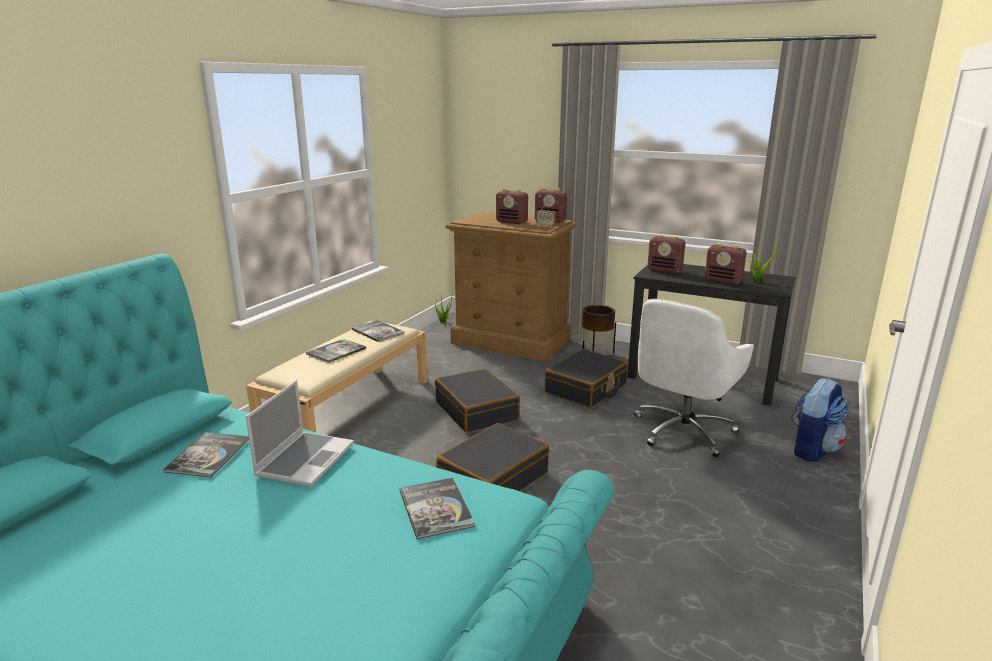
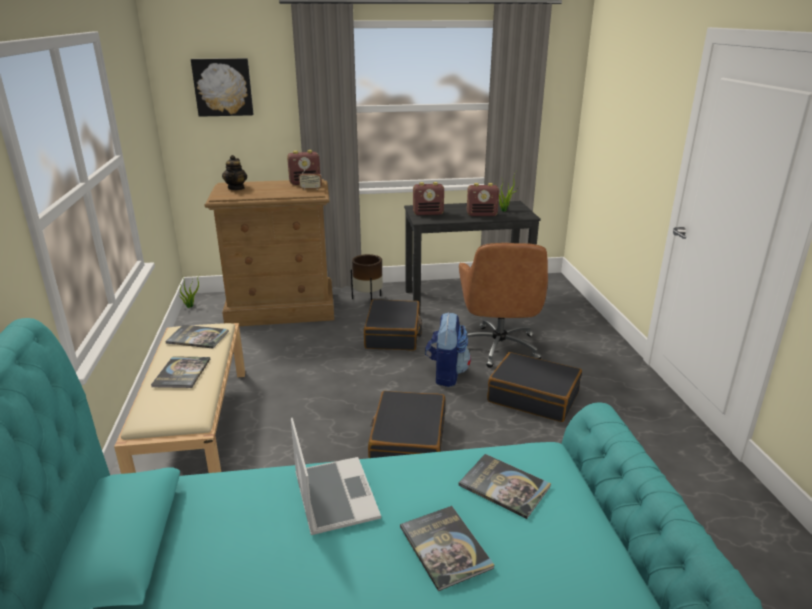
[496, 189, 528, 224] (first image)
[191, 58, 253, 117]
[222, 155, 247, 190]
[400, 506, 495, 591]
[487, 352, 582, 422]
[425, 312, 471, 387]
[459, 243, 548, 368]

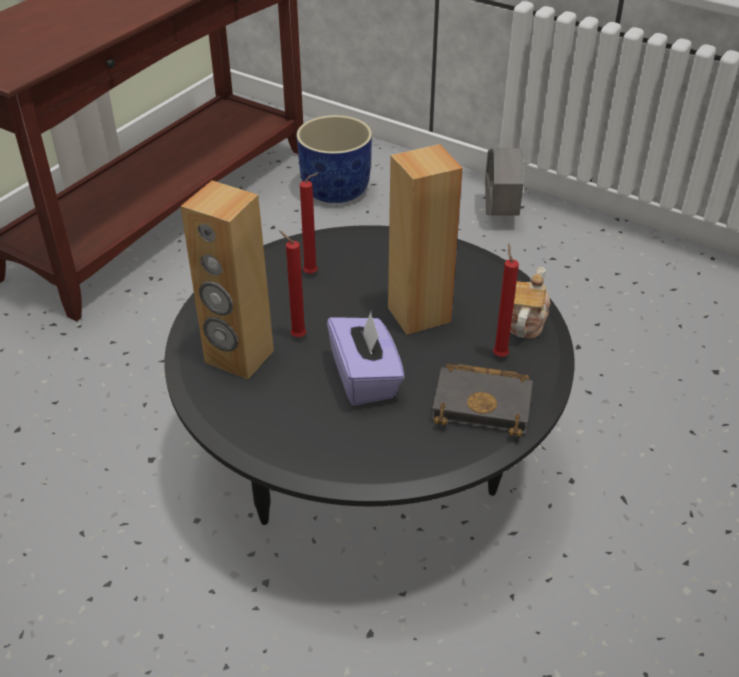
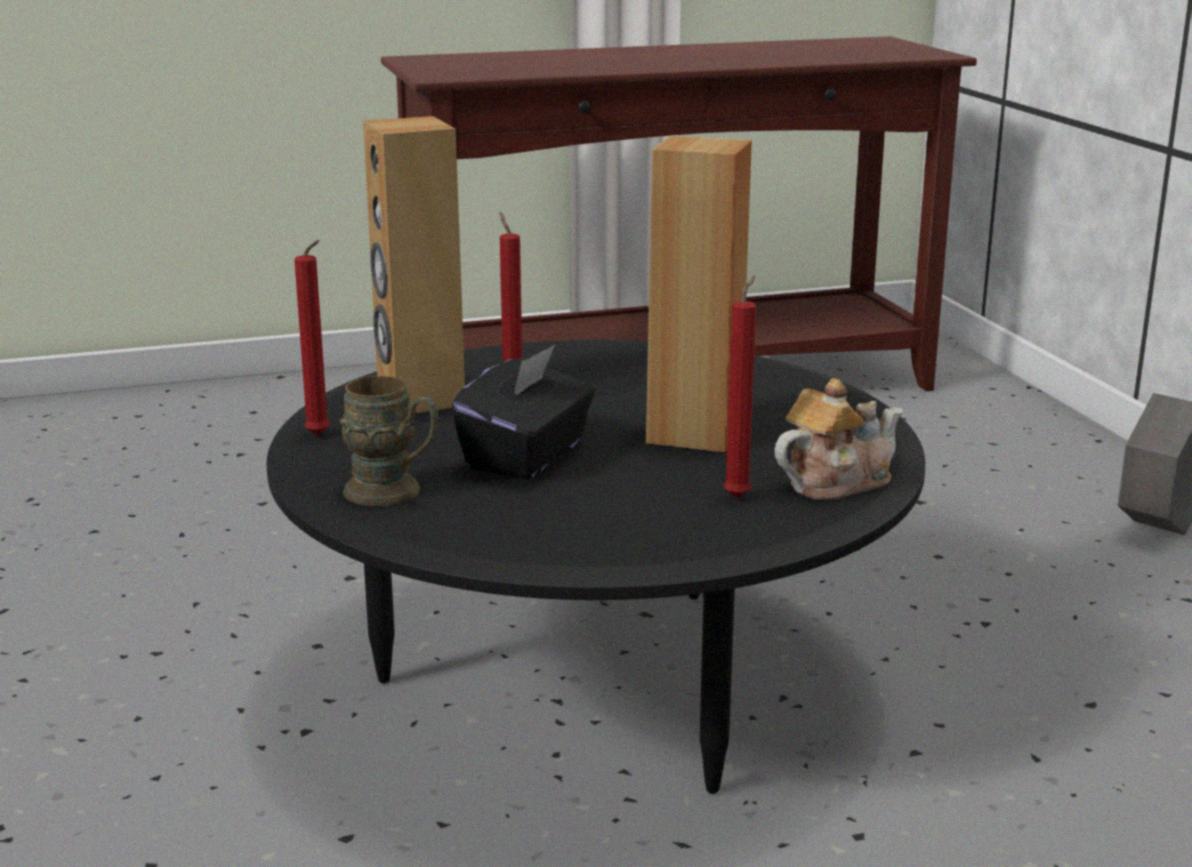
[296, 115, 372, 203] (first image)
[431, 364, 533, 437] (first image)
[340, 376, 438, 506]
[294, 240, 330, 435]
[452, 345, 595, 480]

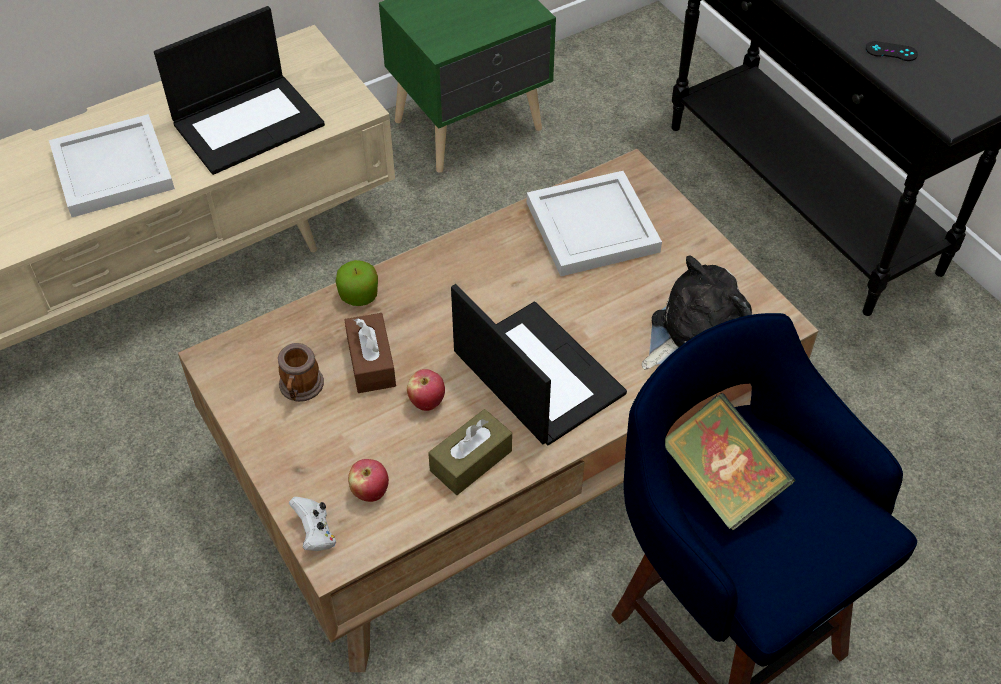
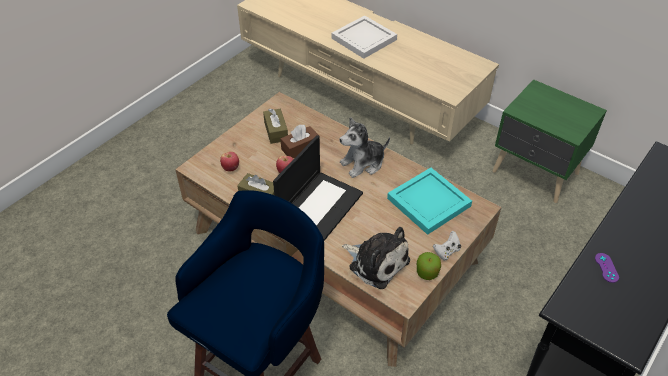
[154, 6, 325, 175] (first image)
[665, 393, 796, 531] (first image)
[339, 117, 390, 178]
[433, 231, 461, 261]
[417, 252, 441, 280]
[263, 109, 288, 144]
[387, 168, 472, 235]
[595, 253, 619, 283]

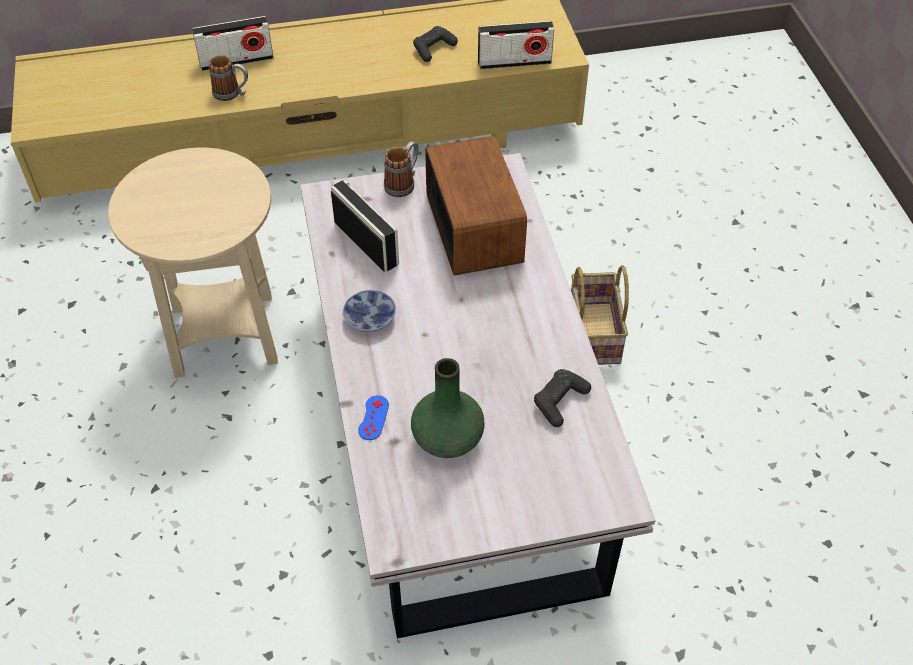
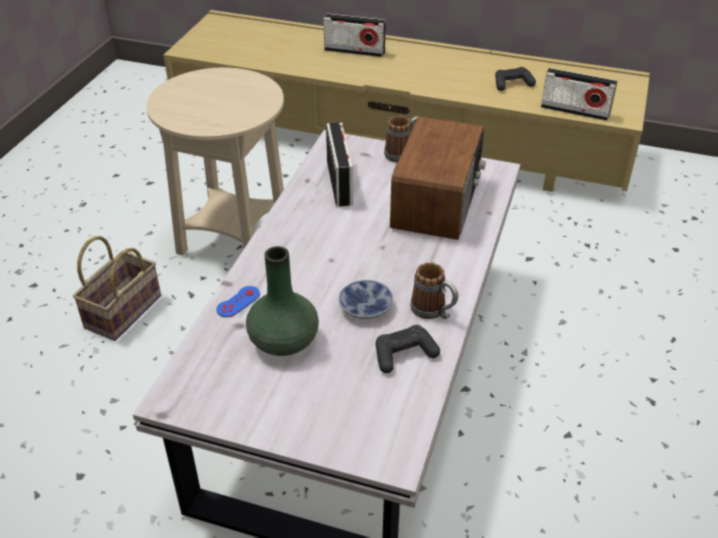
[410, 262, 458, 319]
[338, 280, 393, 319]
[73, 236, 161, 341]

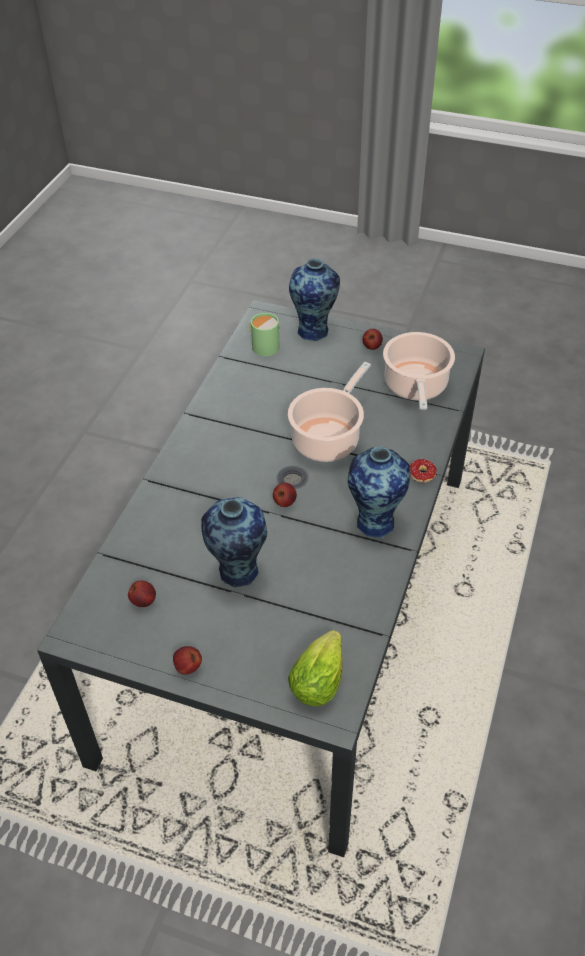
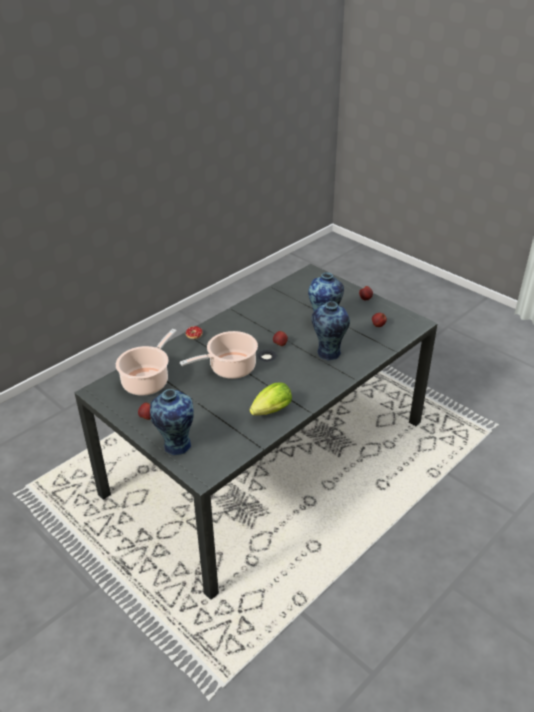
[250, 313, 280, 356] (first image)
[250, 383, 292, 415]
[311, 301, 350, 360]

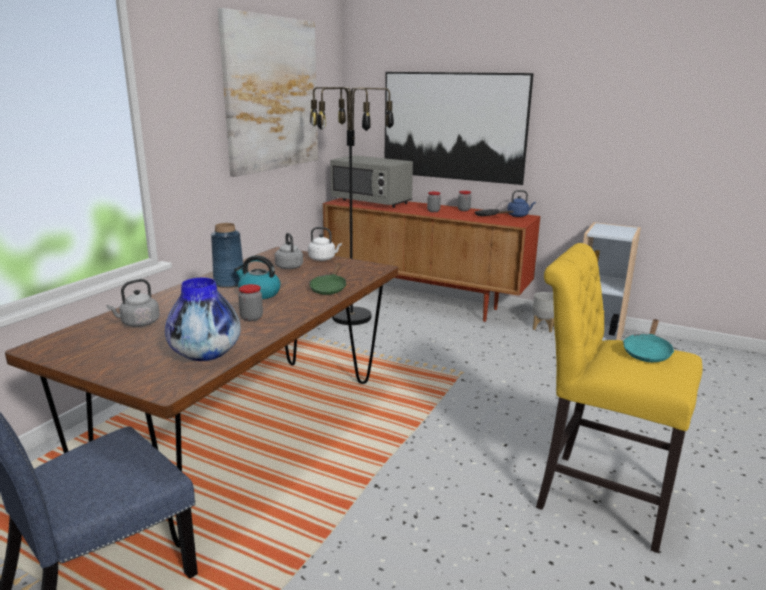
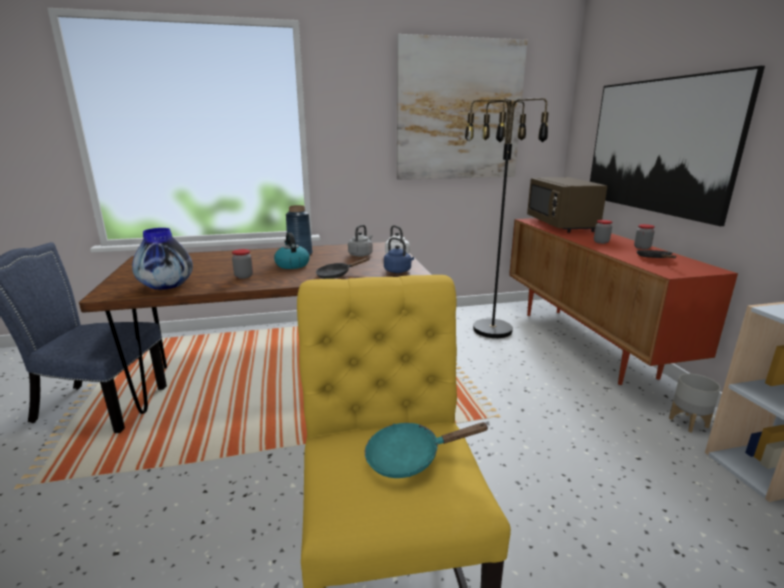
[107, 279, 160, 327] (first image)
[384, 237, 414, 273]
[316, 257, 370, 279]
[527, 177, 607, 233]

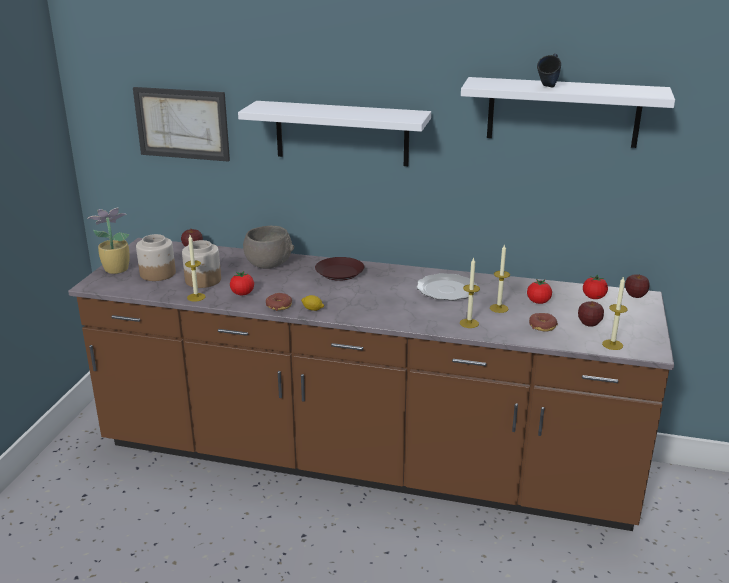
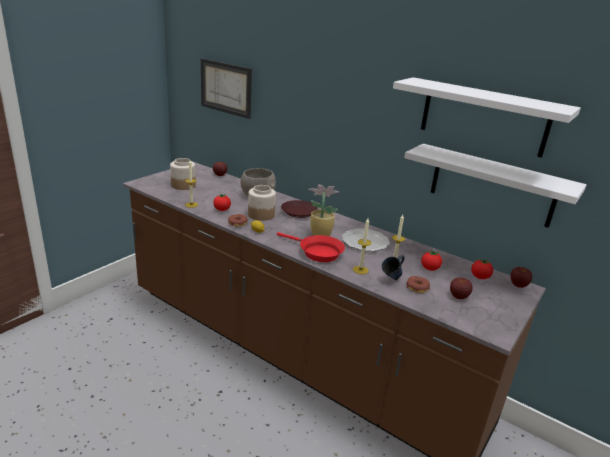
[602, 276, 627, 350] (first image)
[277, 232, 345, 262]
[308, 185, 340, 236]
[248, 185, 276, 221]
[404, 144, 587, 228]
[382, 255, 405, 280]

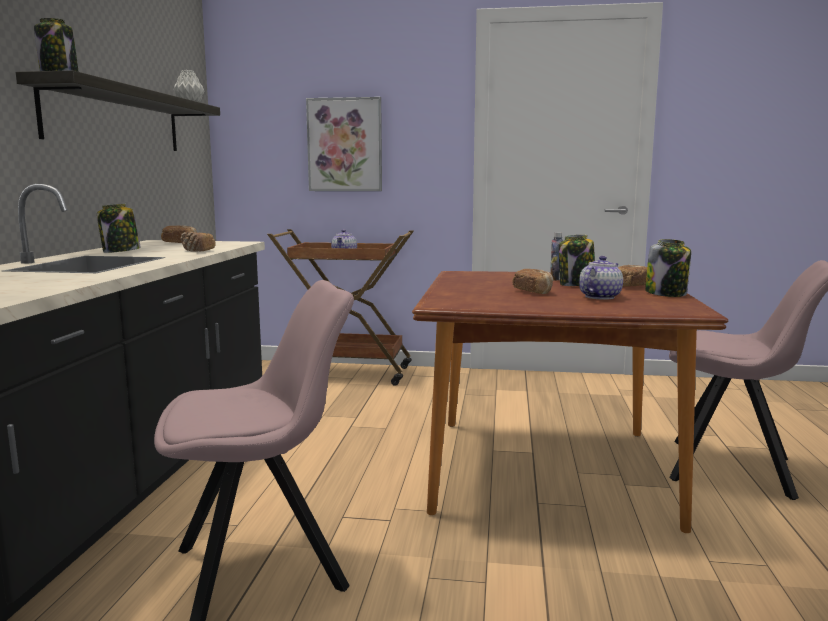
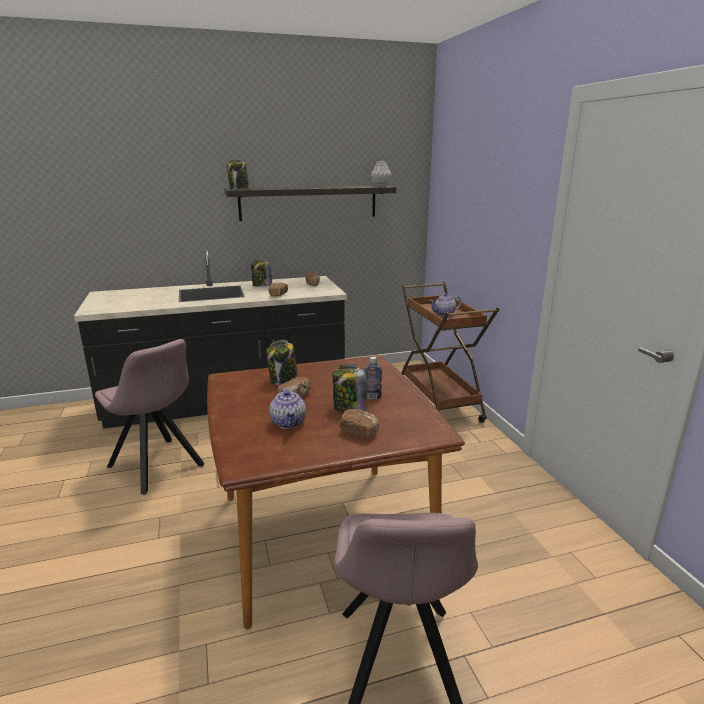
[306, 97, 382, 191] (first image)
[266, 340, 298, 385]
[269, 387, 306, 429]

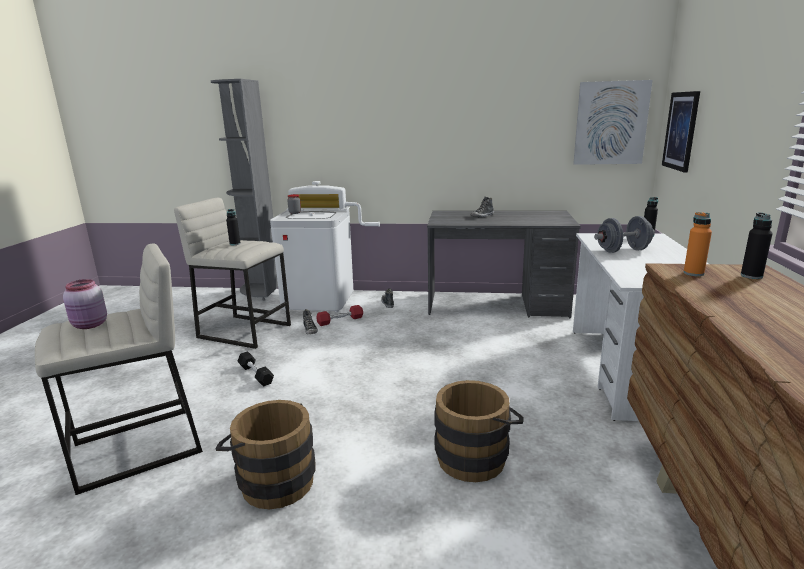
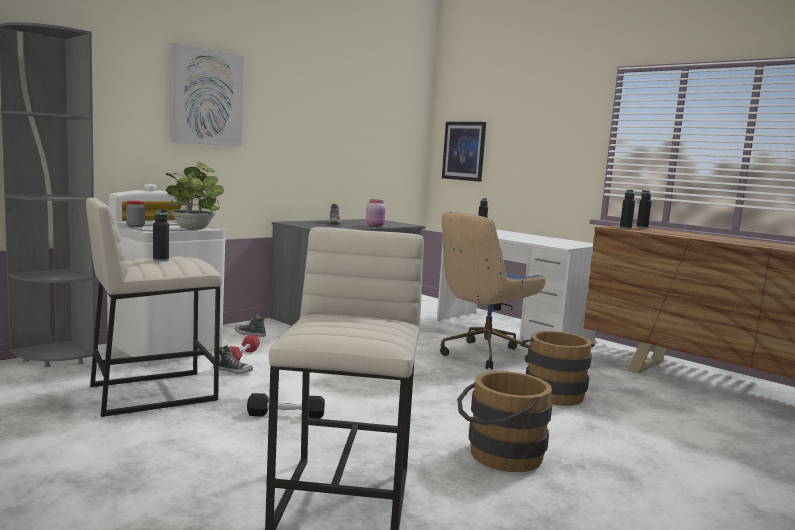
[594, 216, 655, 253] (first image)
[166, 161, 224, 230]
[440, 212, 546, 370]
[366, 199, 386, 227]
[170, 43, 244, 147]
[620, 190, 635, 229]

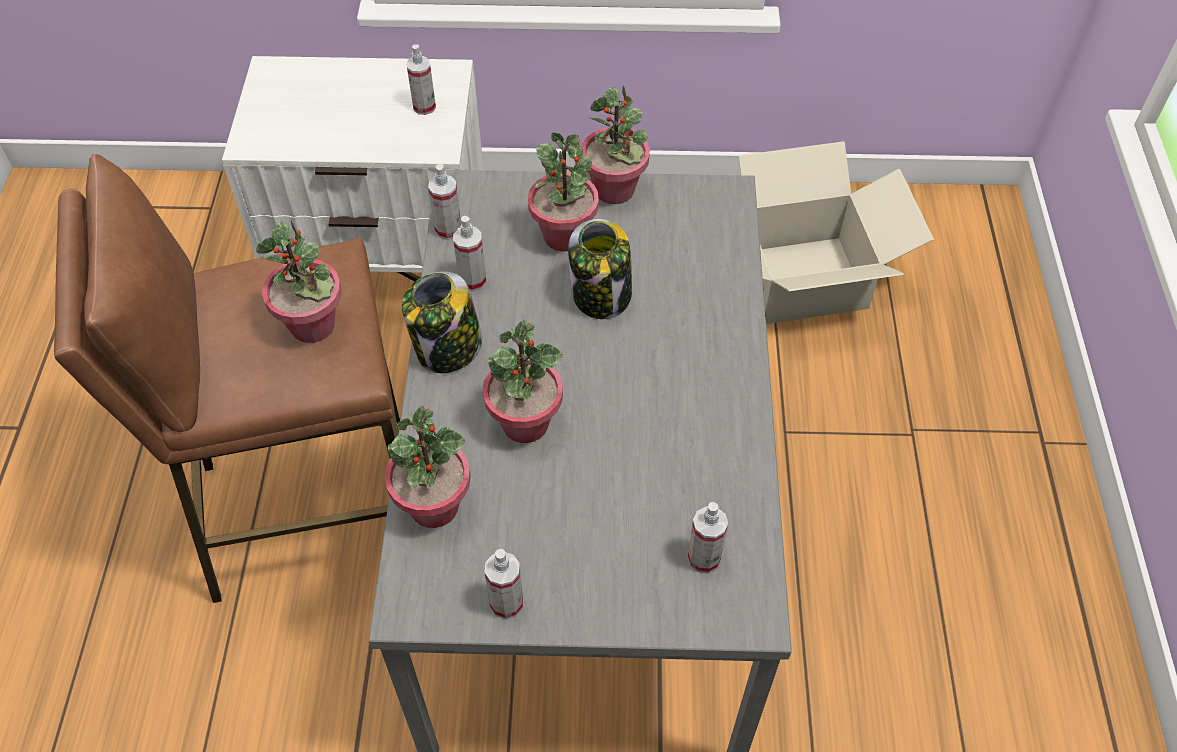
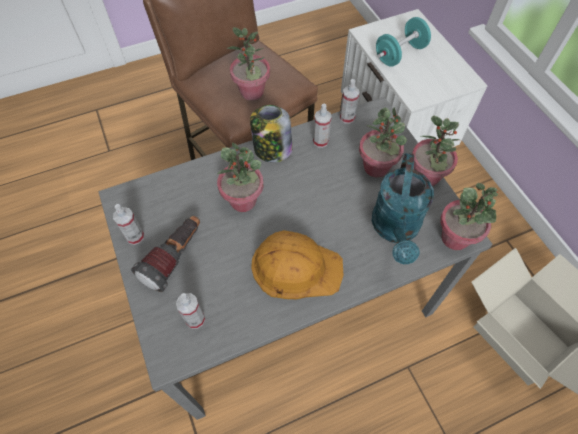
[406, 44, 436, 115] (first image)
[568, 219, 632, 319] (first image)
[131, 216, 200, 292]
[251, 230, 343, 299]
[372, 153, 434, 265]
[376, 17, 431, 67]
[440, 183, 498, 250]

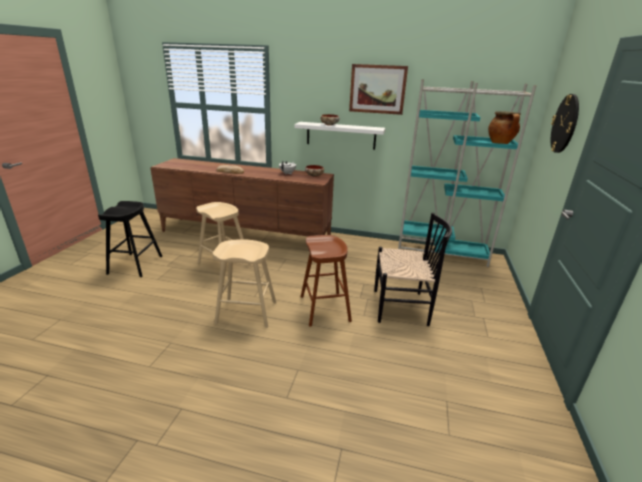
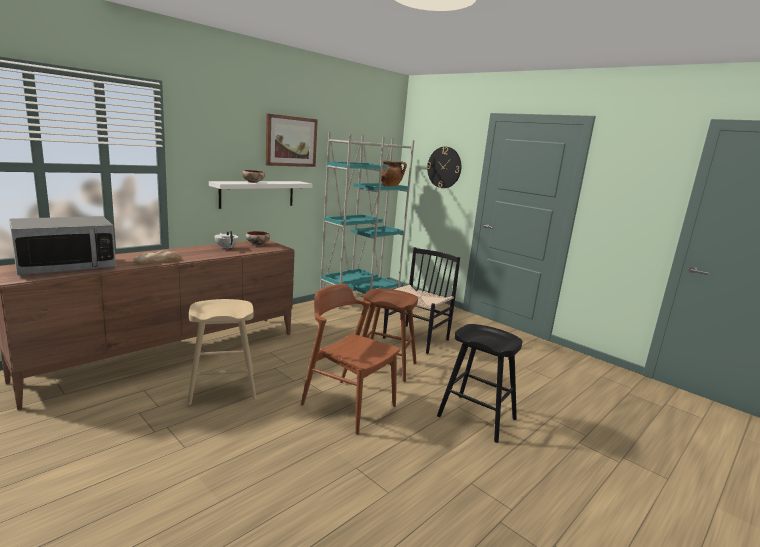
[9, 216, 116, 276]
[437, 324, 522, 443]
[301, 283, 400, 435]

